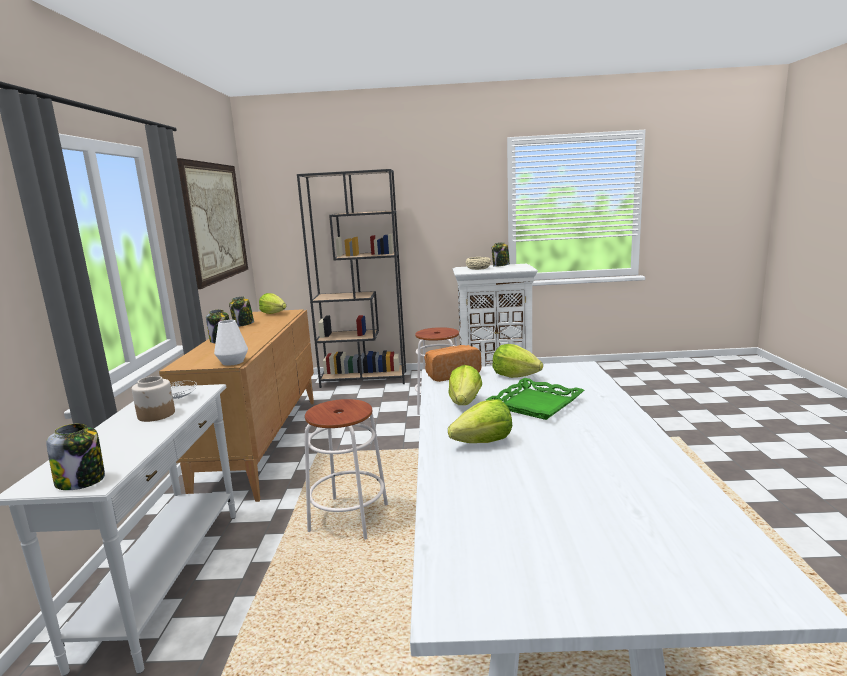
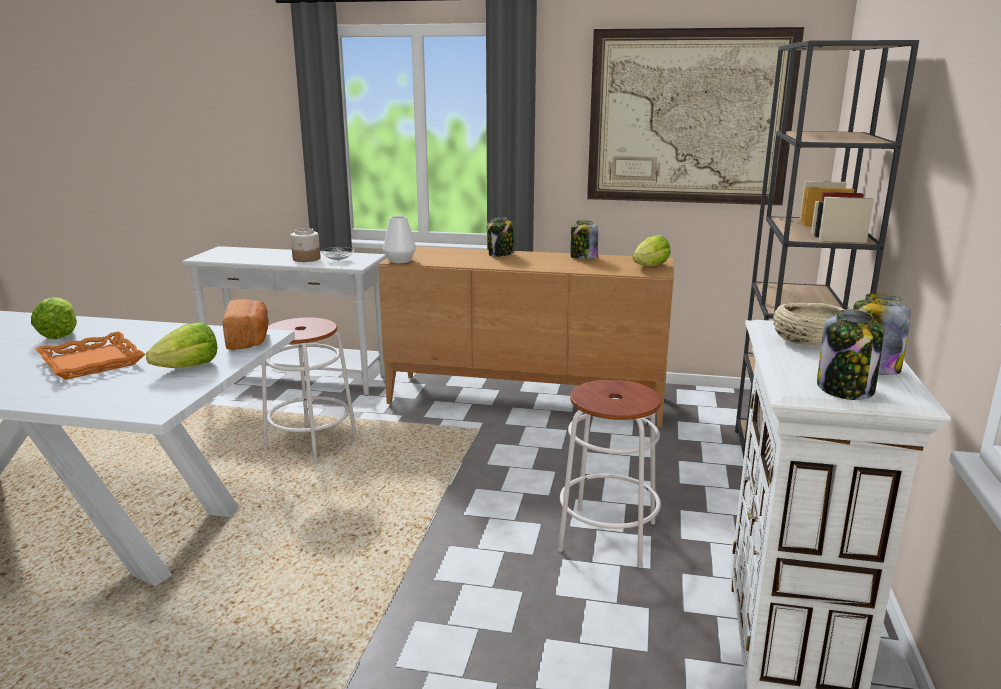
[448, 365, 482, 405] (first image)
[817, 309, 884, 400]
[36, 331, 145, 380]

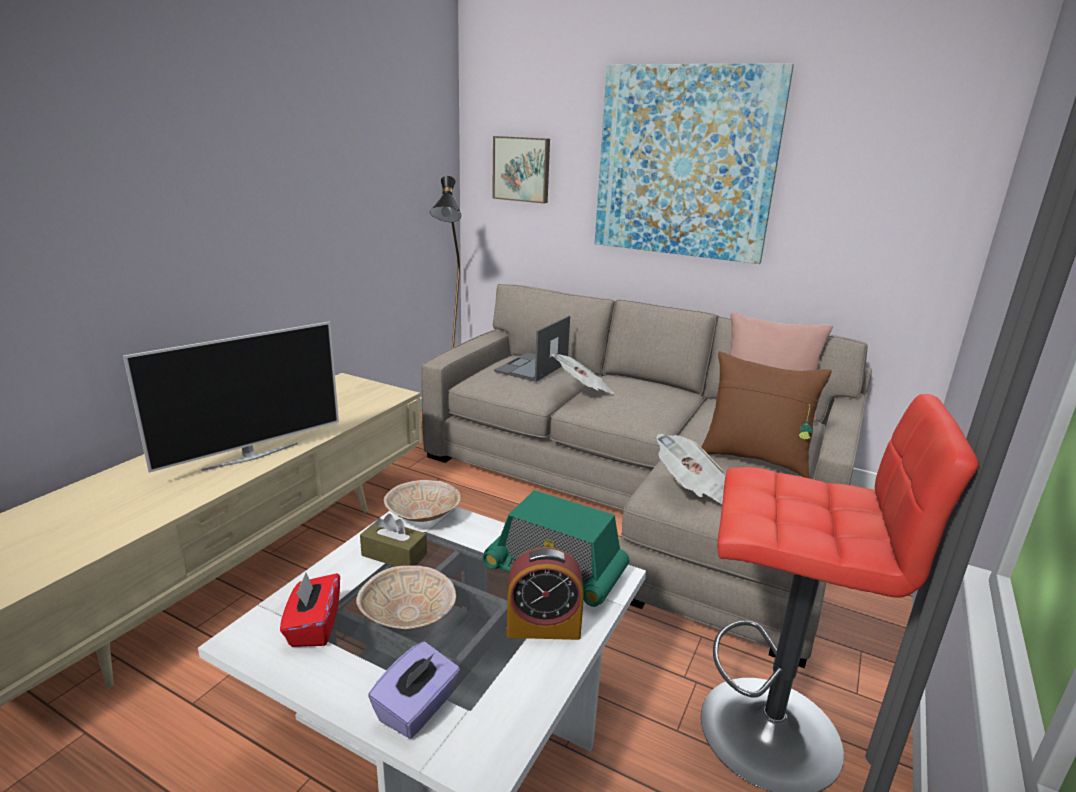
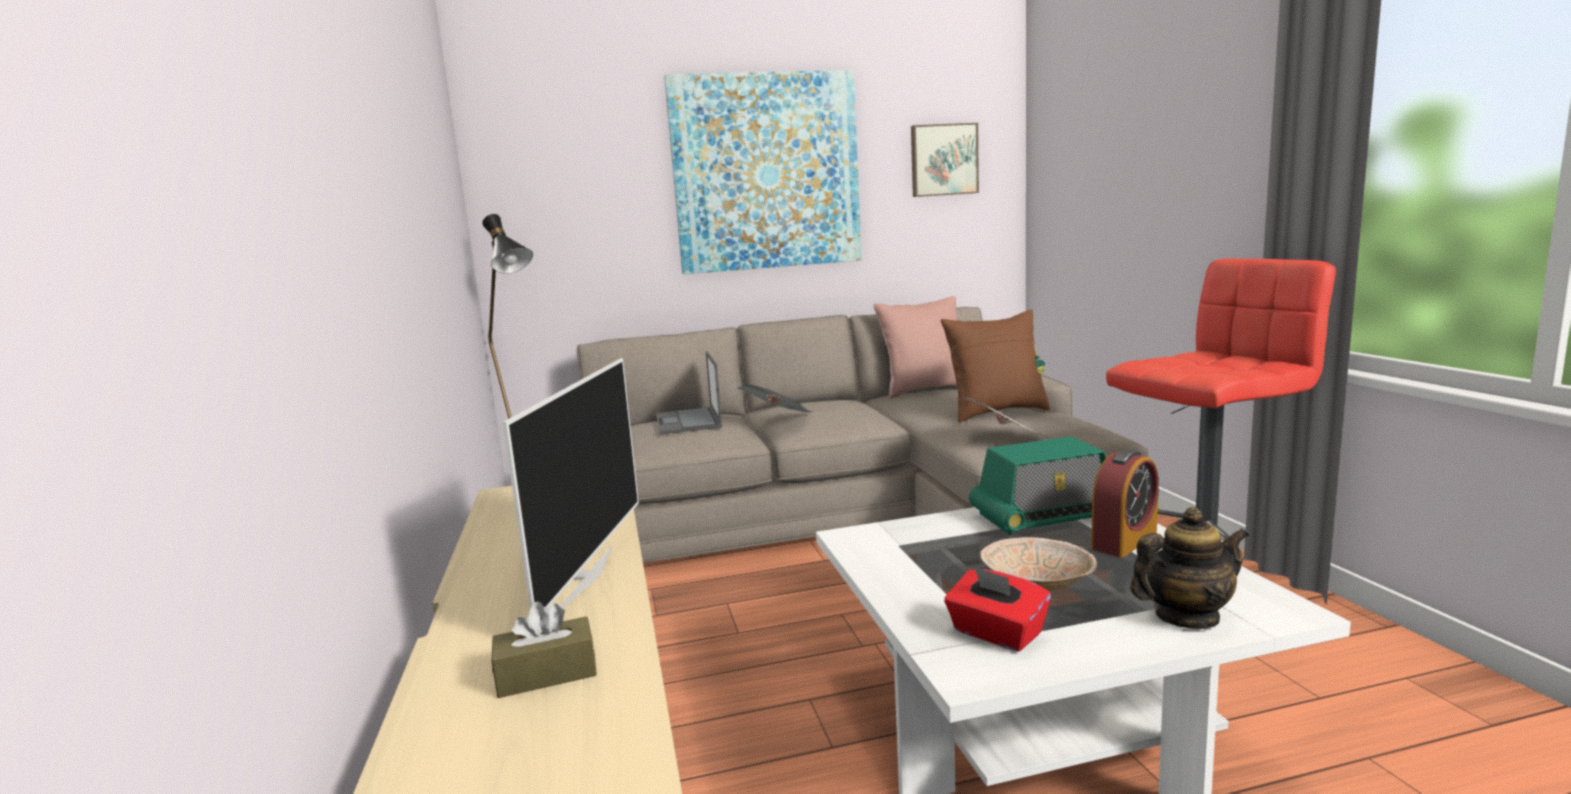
[384, 480, 461, 522] (first image)
[491, 602, 597, 698]
[911, 123, 979, 197]
[1130, 507, 1249, 629]

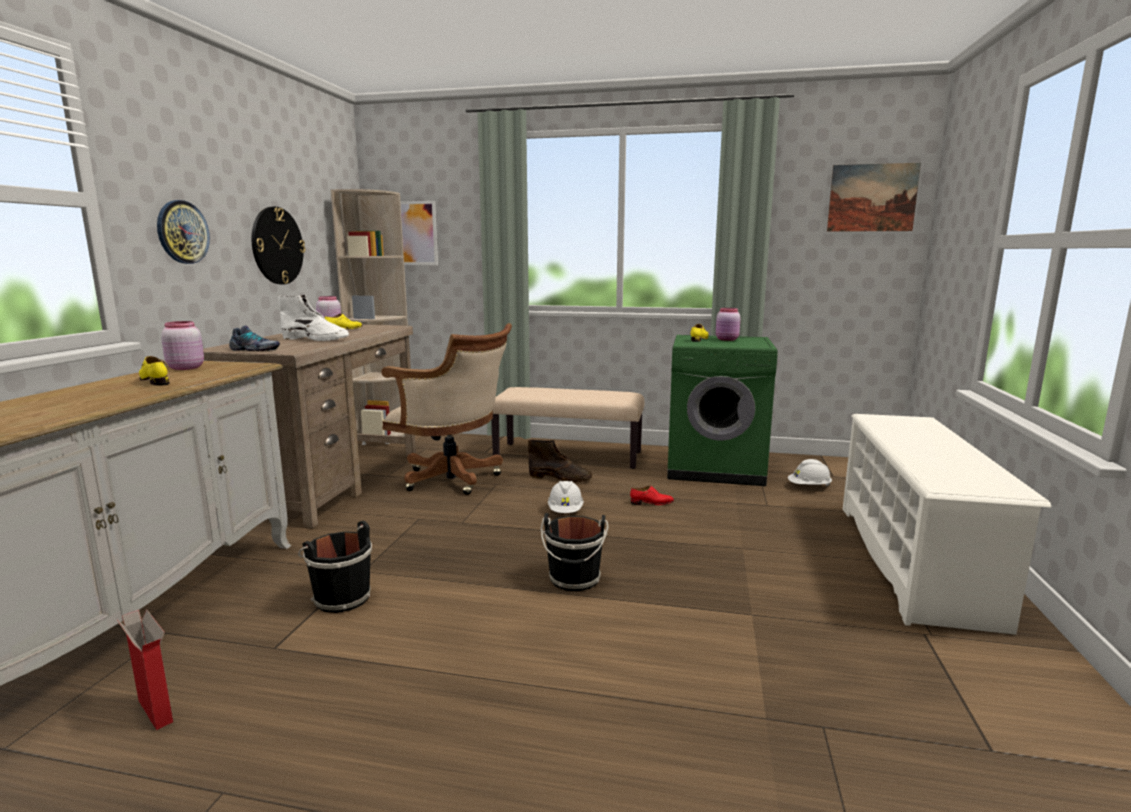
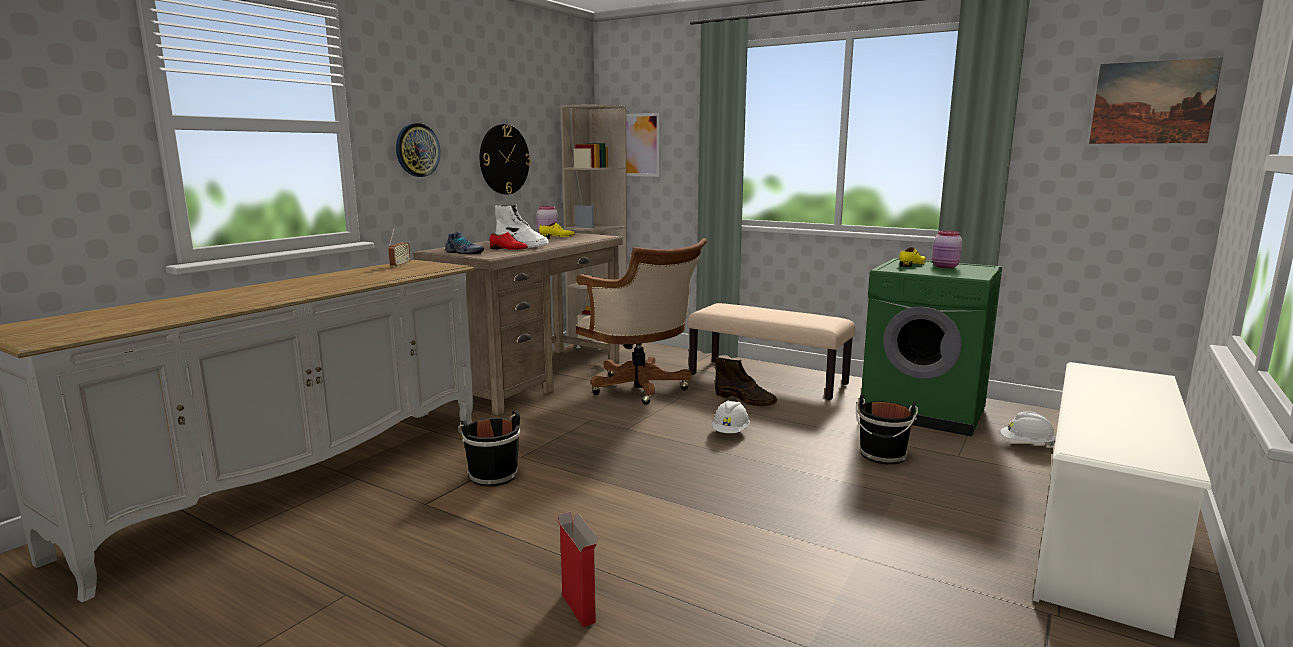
[139, 356, 170, 386] (first image)
[556, 512, 599, 627]
[856, 395, 918, 465]
[490, 232, 528, 250]
[388, 227, 411, 267]

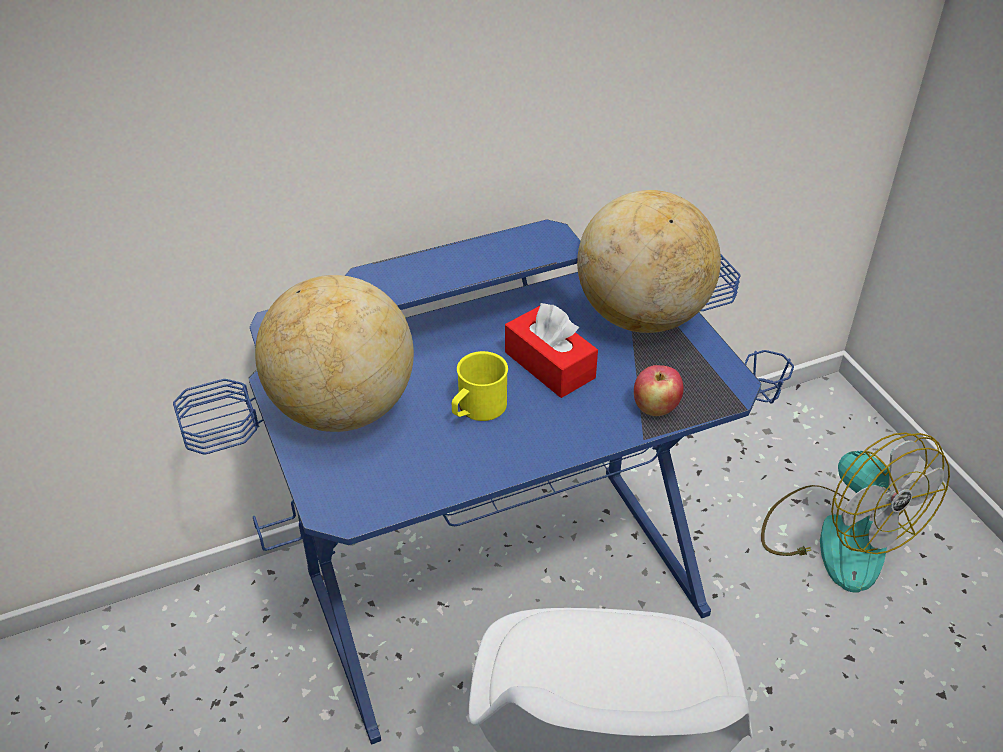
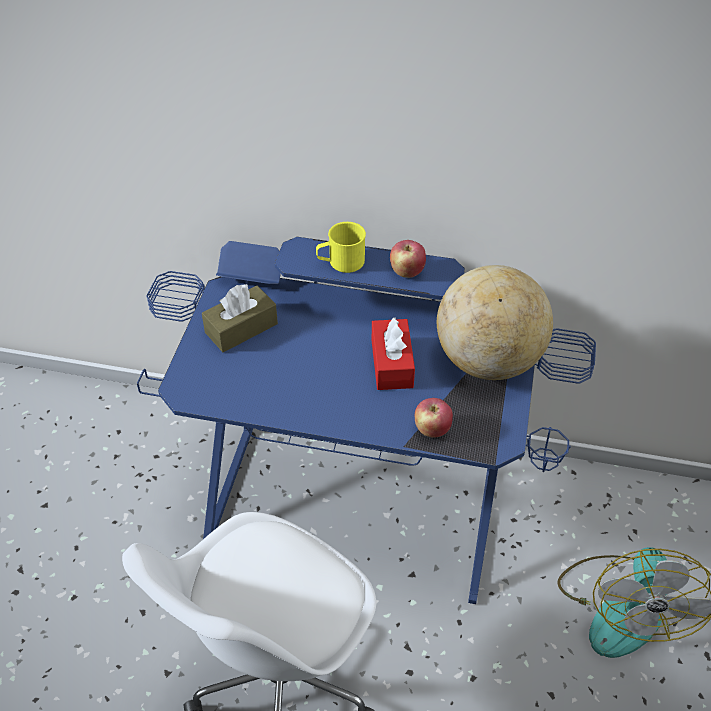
[390, 240, 426, 278]
[316, 222, 366, 273]
[202, 284, 278, 352]

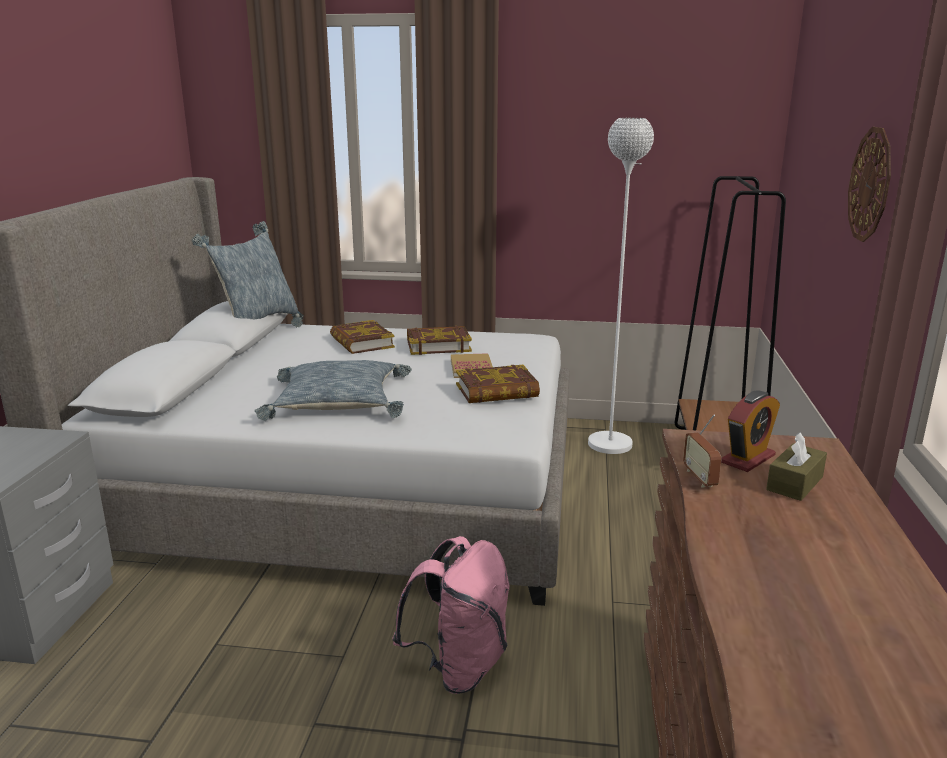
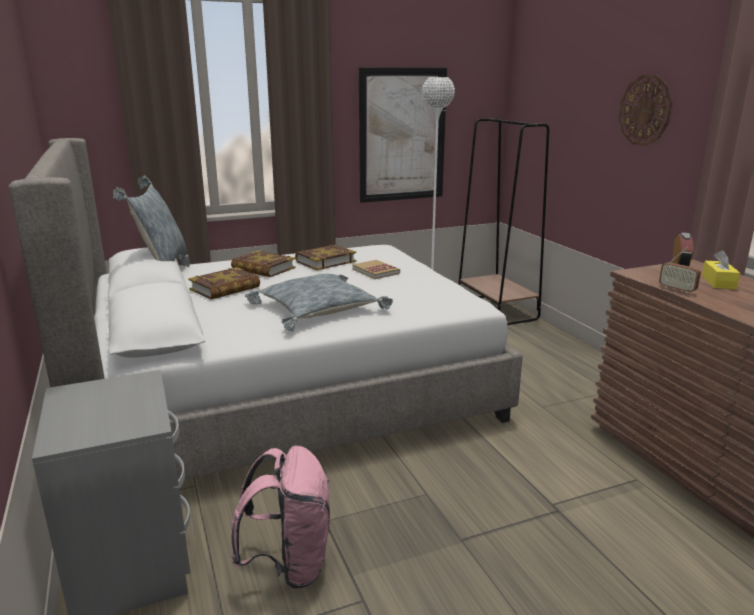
[358, 67, 447, 203]
[231, 446, 330, 589]
[188, 267, 260, 299]
[702, 250, 740, 289]

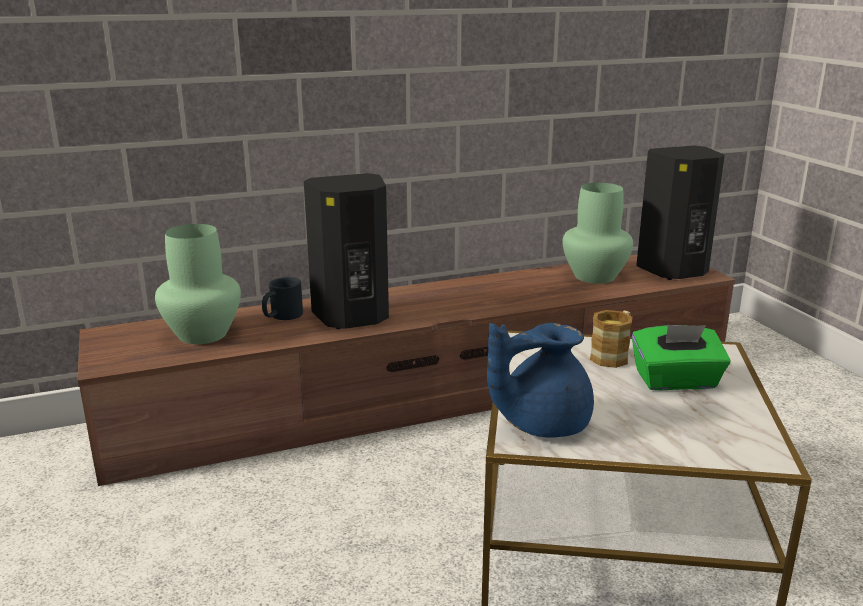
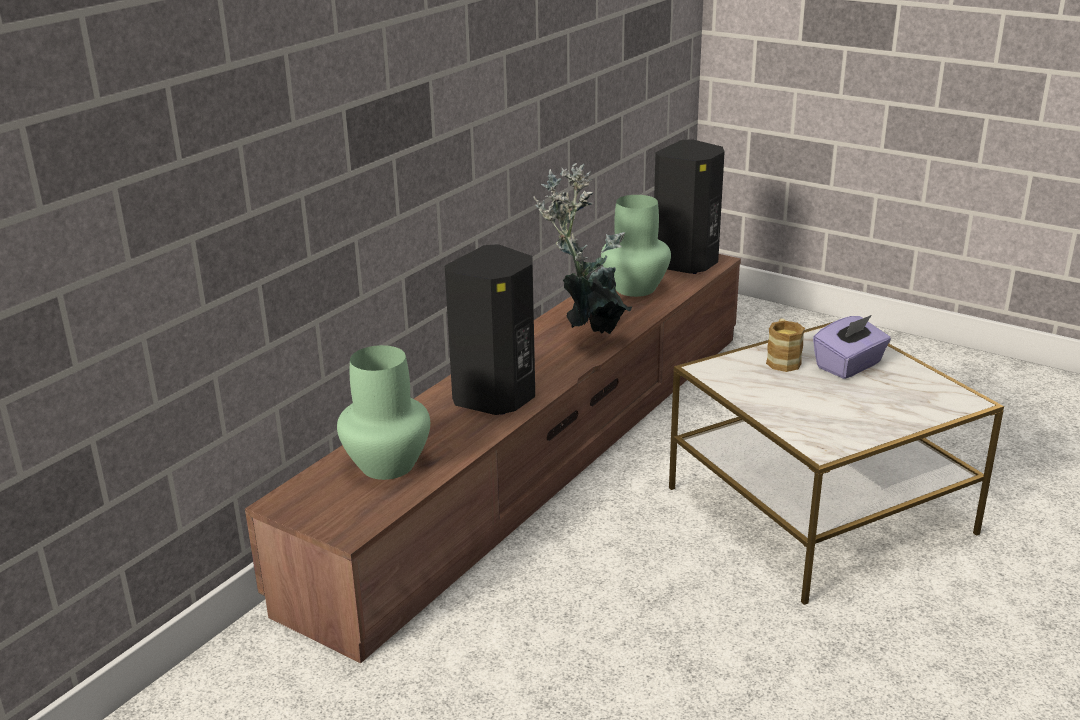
[262, 277, 303, 320] (first image)
[487, 323, 594, 437] (first image)
[533, 163, 632, 334]
[813, 315, 891, 379]

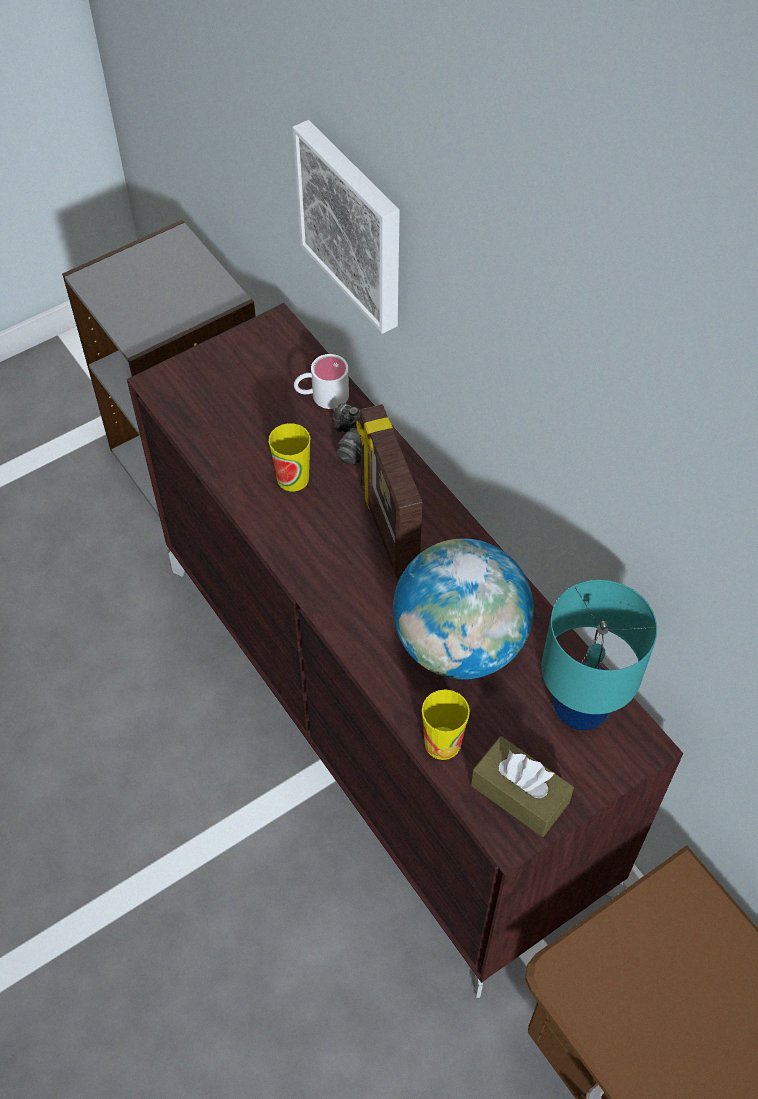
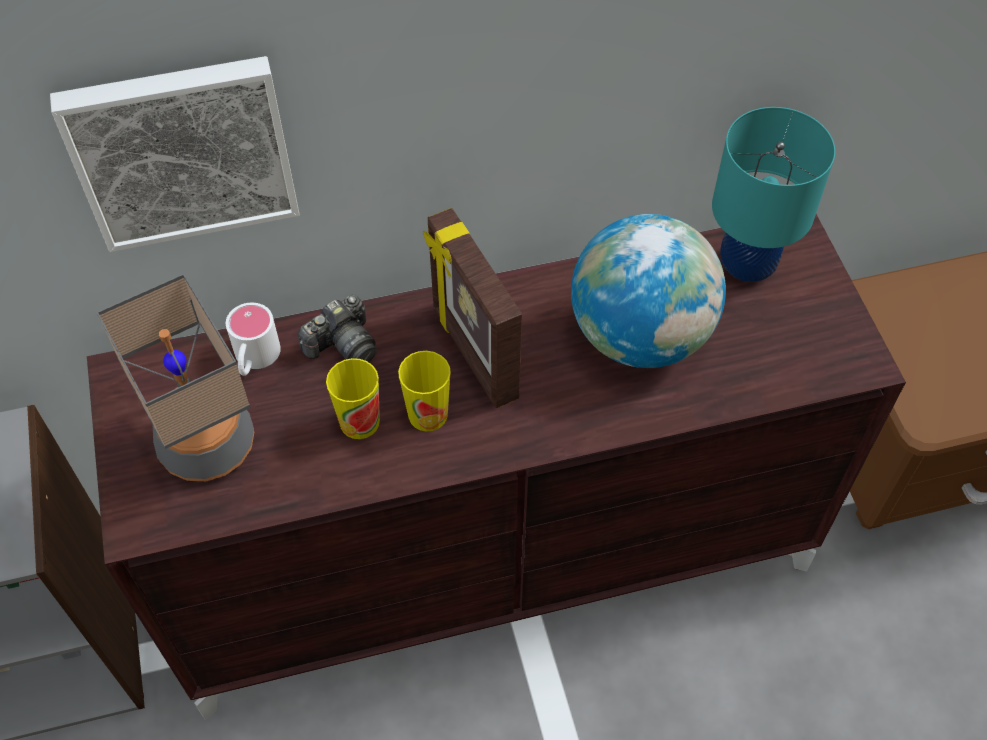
[471, 736, 574, 837] (first image)
[96, 274, 254, 481]
[398, 351, 451, 432]
[424, 208, 522, 408]

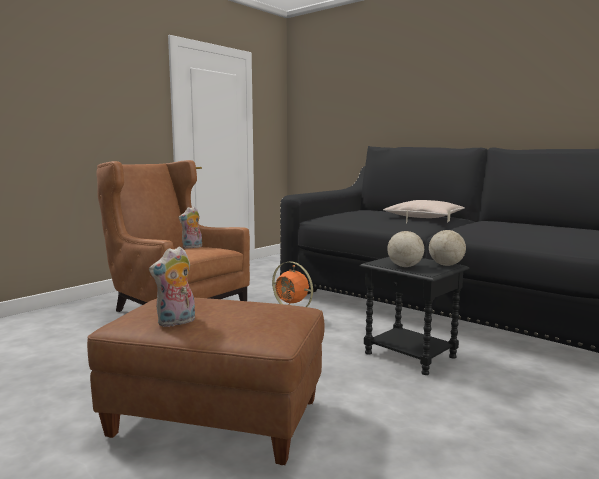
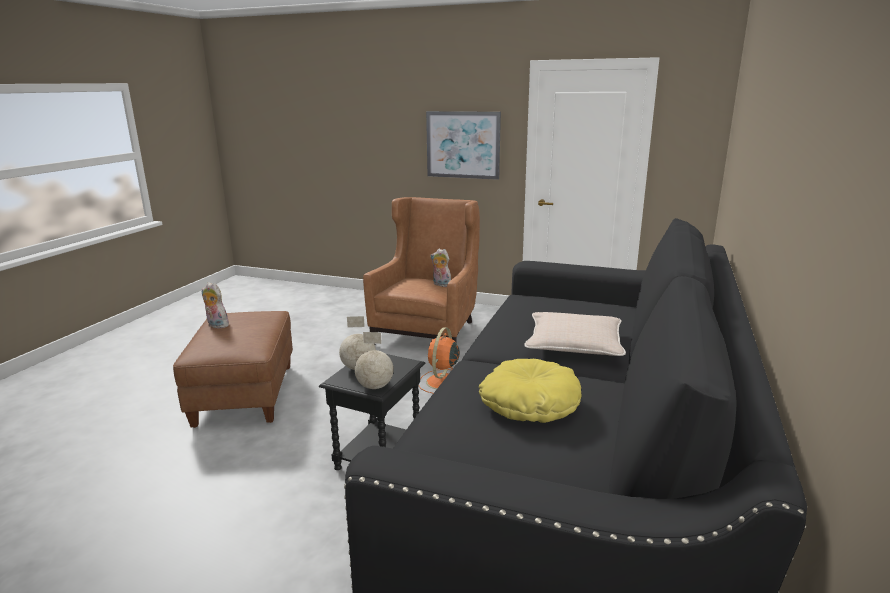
[426, 111, 501, 180]
[479, 359, 582, 423]

